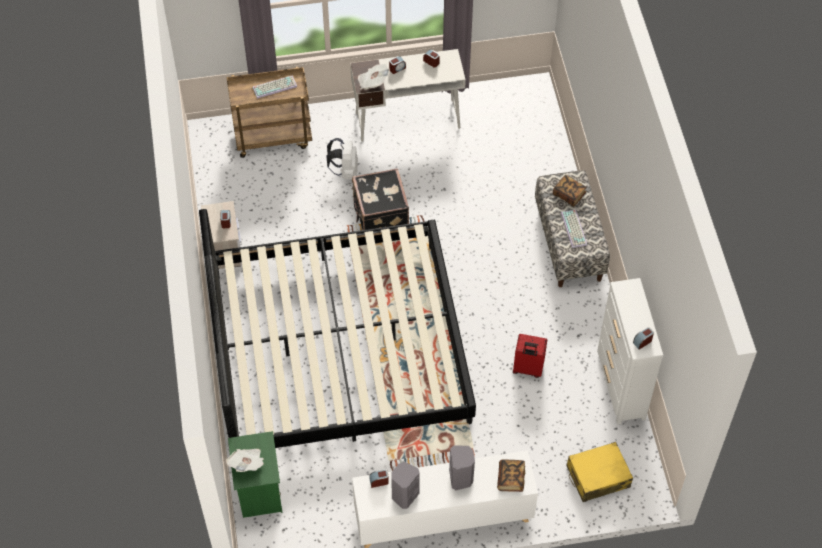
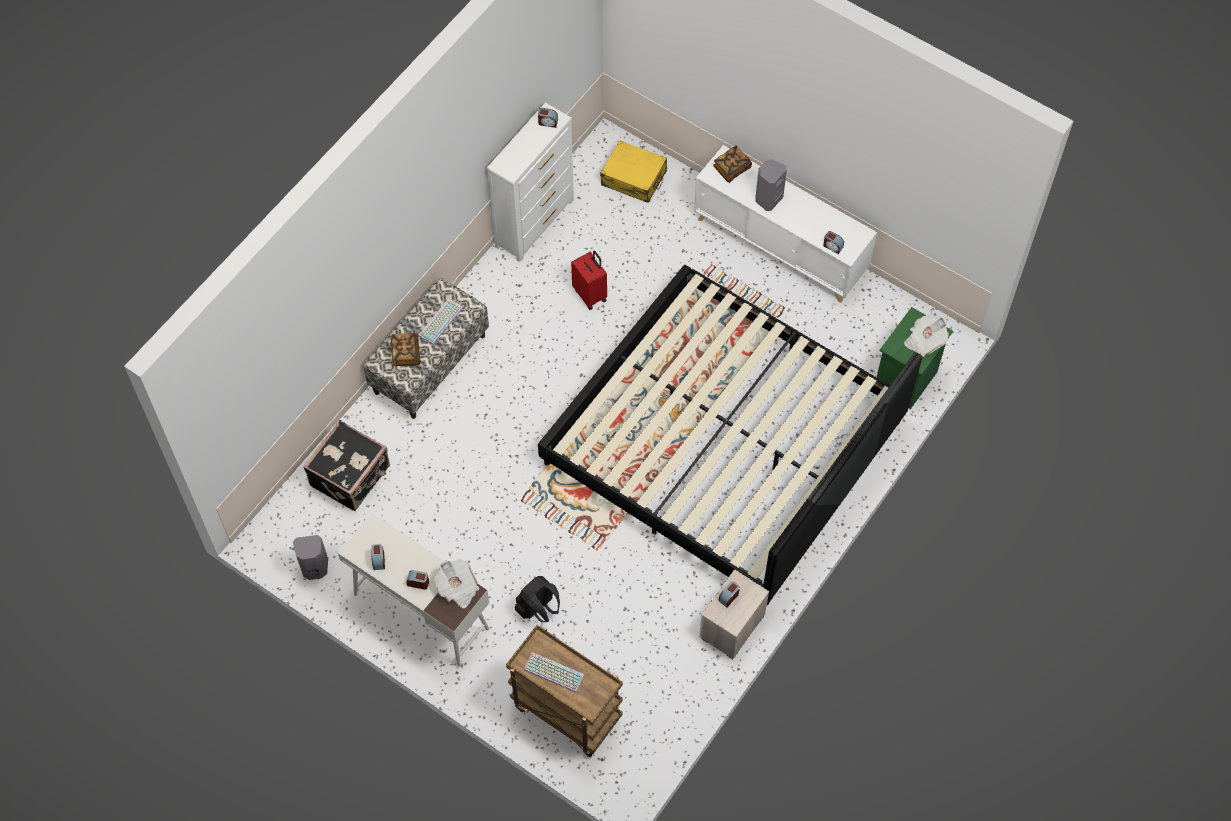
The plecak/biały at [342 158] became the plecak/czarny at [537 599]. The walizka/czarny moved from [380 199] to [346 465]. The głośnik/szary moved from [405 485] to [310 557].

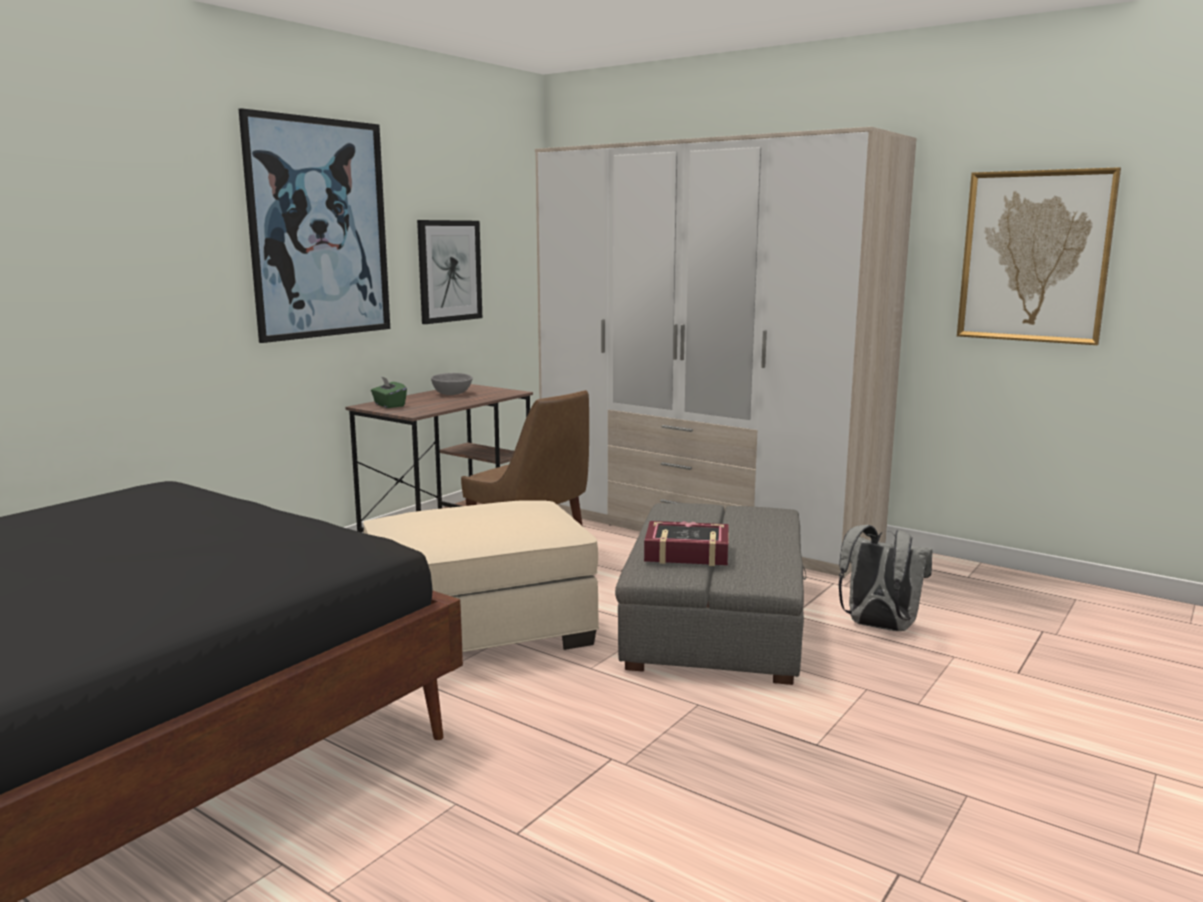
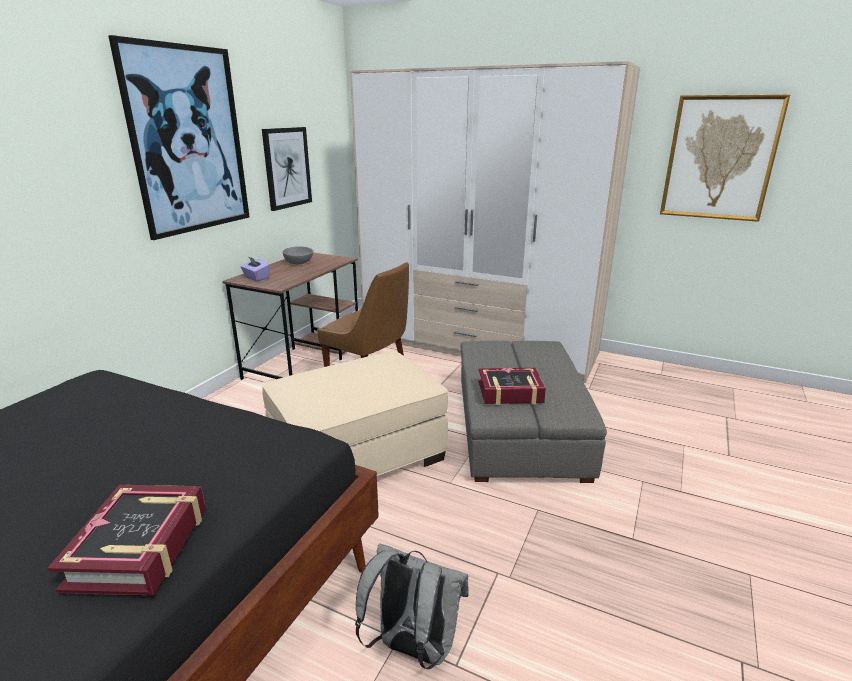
The pudełko chusteczek/zielony at [389 392] became the pudełko chusteczek/fioletowy at [255 268]. The plecak/szary moved from [886 578] to [412 606]. The książka at [126 540] appeared.

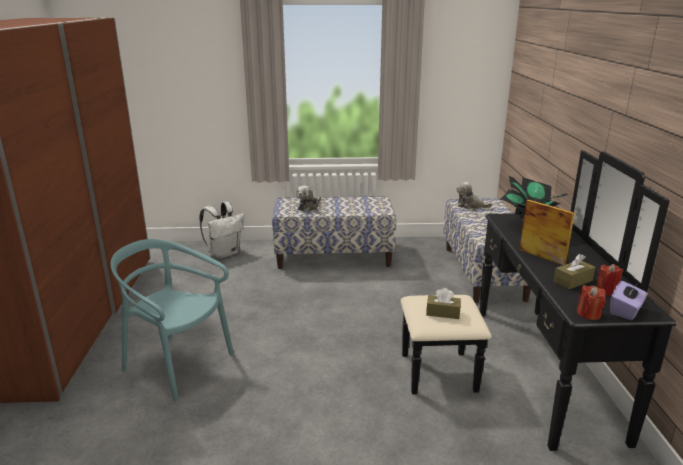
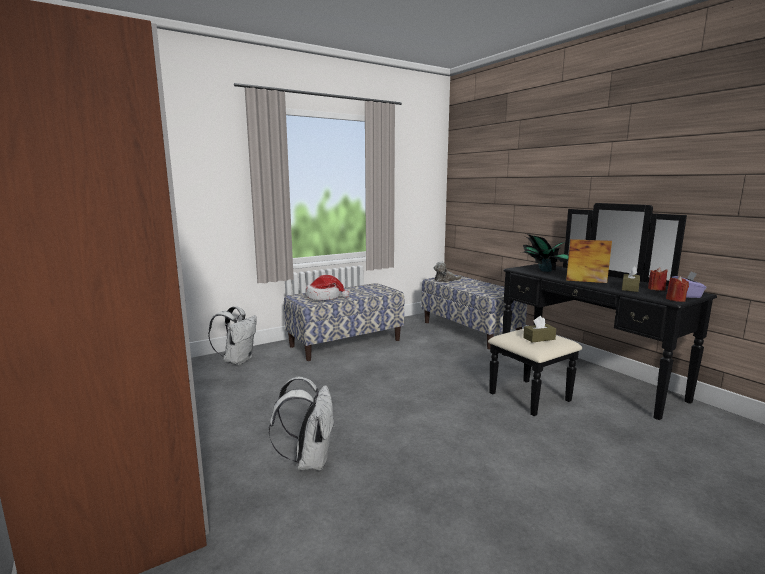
The krzesło/turkusowy at [172 320] was replaced by the plecak/biały at [302 424]. The pluszak at [308 199] was replaced by the kapelusz at [327 287].

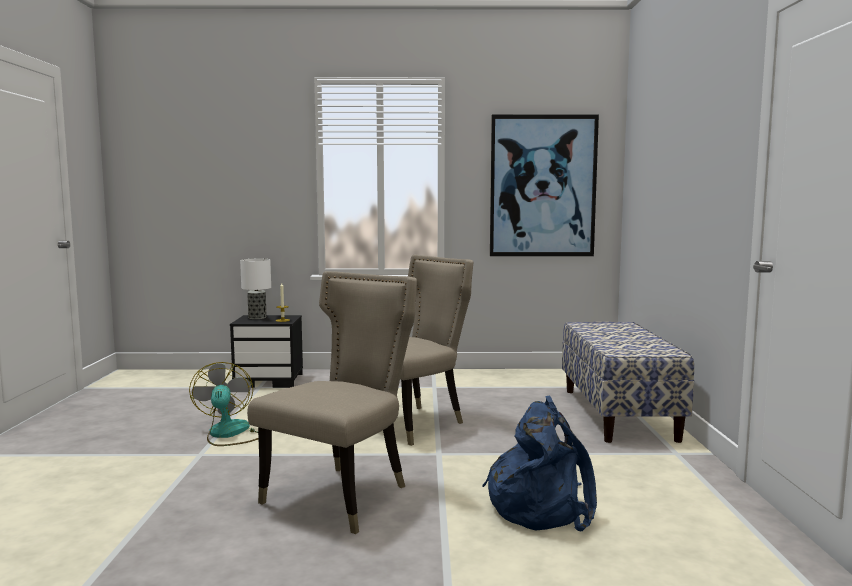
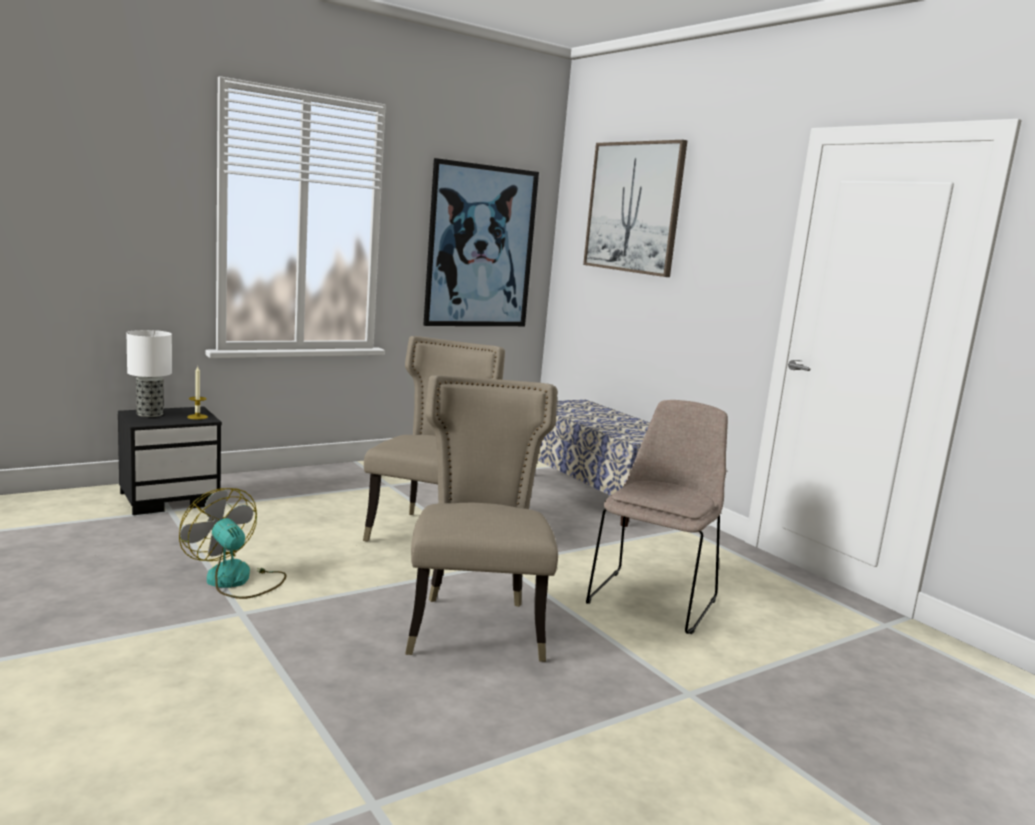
The plecak/niebieski at [539 463] was replaced by the krzesło/beżowy at [657 517]. The obraz at [635 208] appeared.

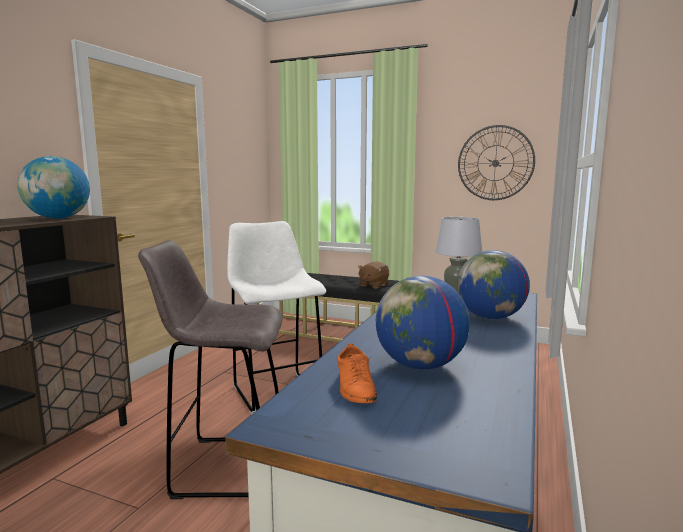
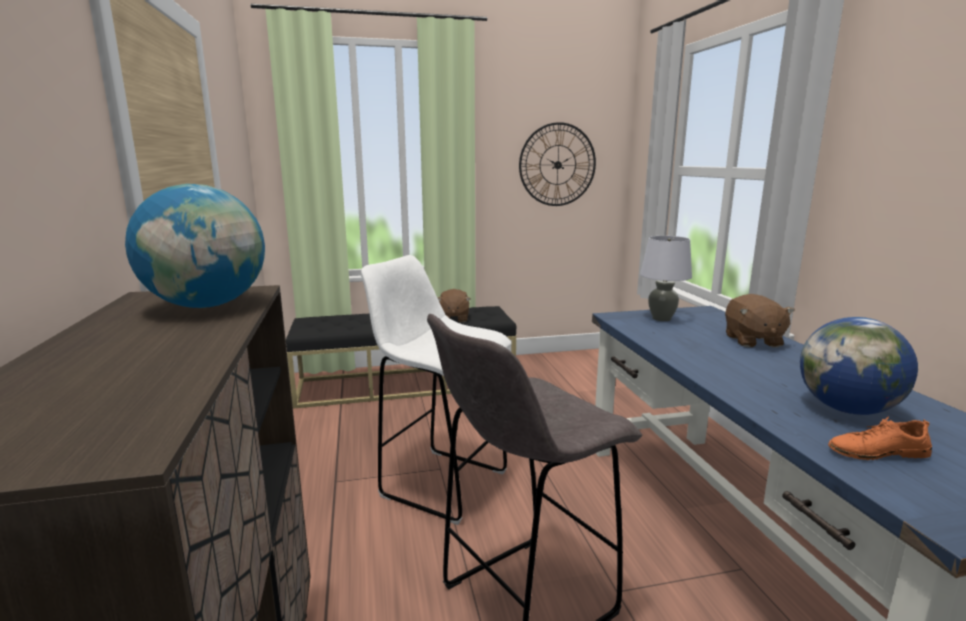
The but/pomarańczowy at [357 373] turned 135 degrees clockwise. The globus at [493 284] was replaced by the pluszak/brązowy at [760 320].

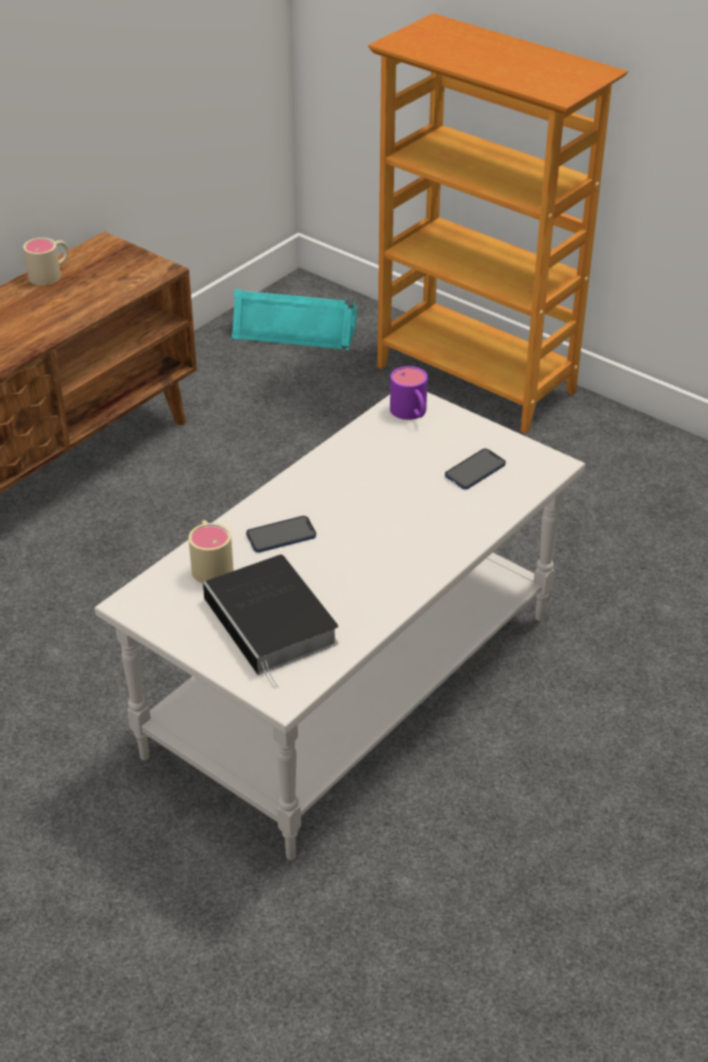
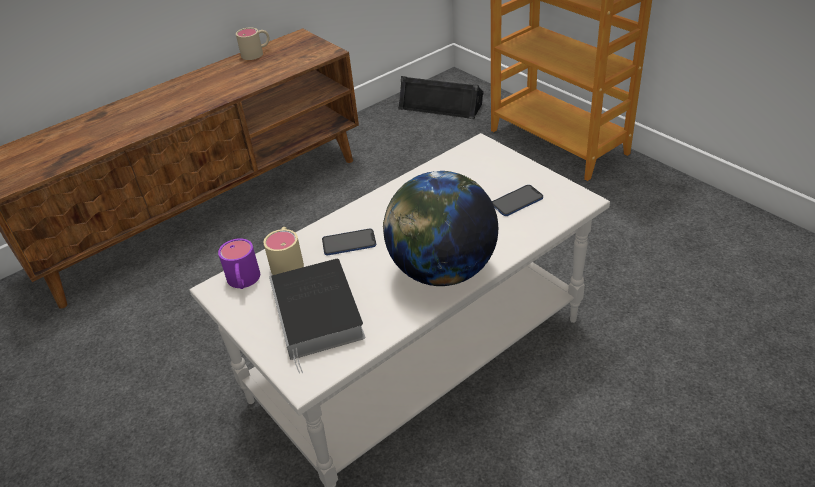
The głośnik/turkusowy at [294 319] became the głośnik/czarny at [441 97]. The kubek/fioletowy moved from [409 393] to [239 263]. The globus at [440 228] appeared.

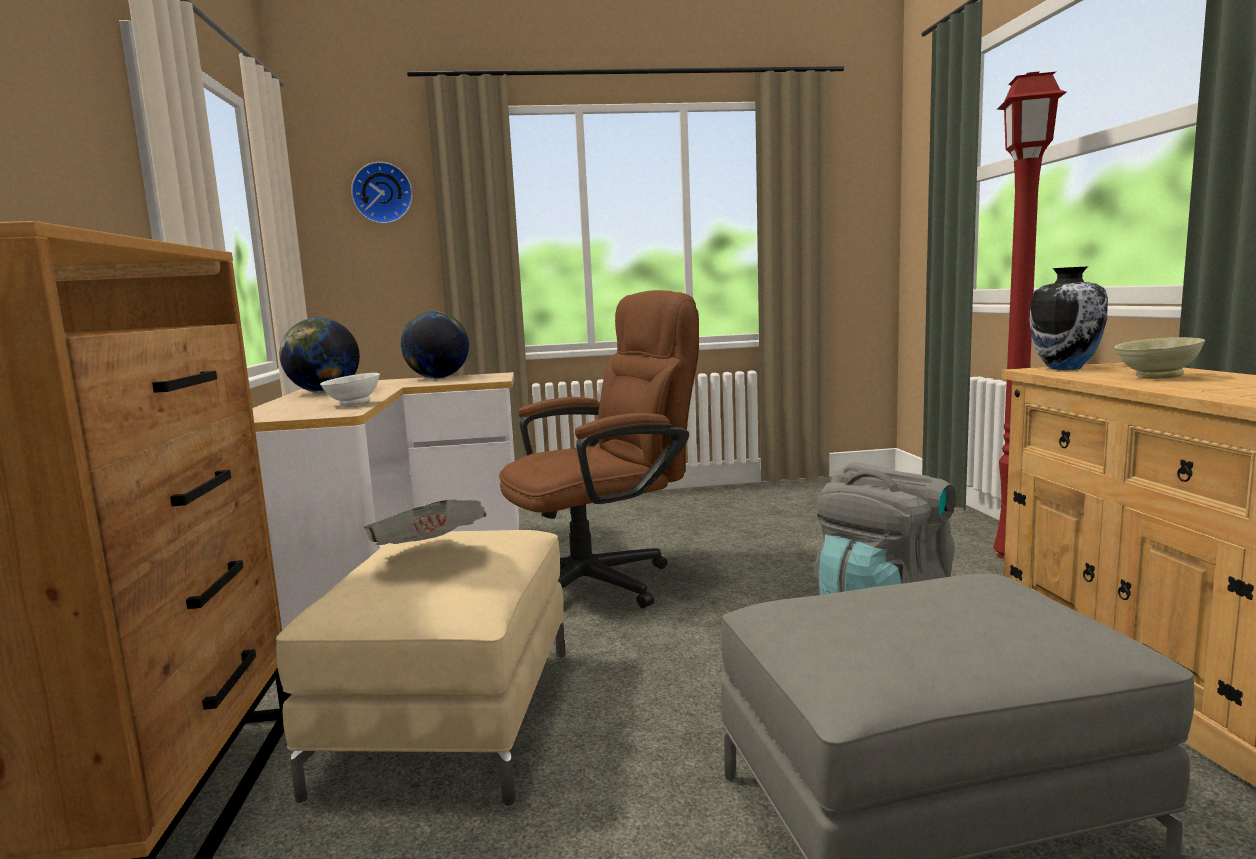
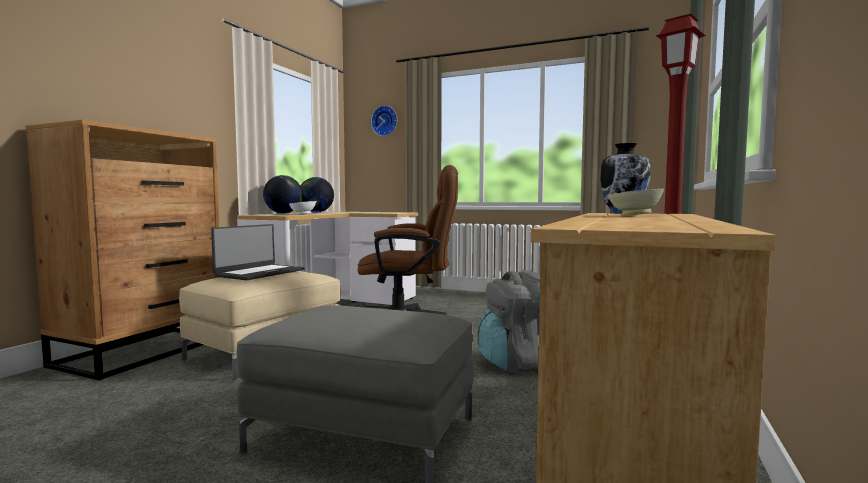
The gazeta at [425 522] was replaced by the laptop at [258 252]. The globus moved from [435 345] to [283 194].

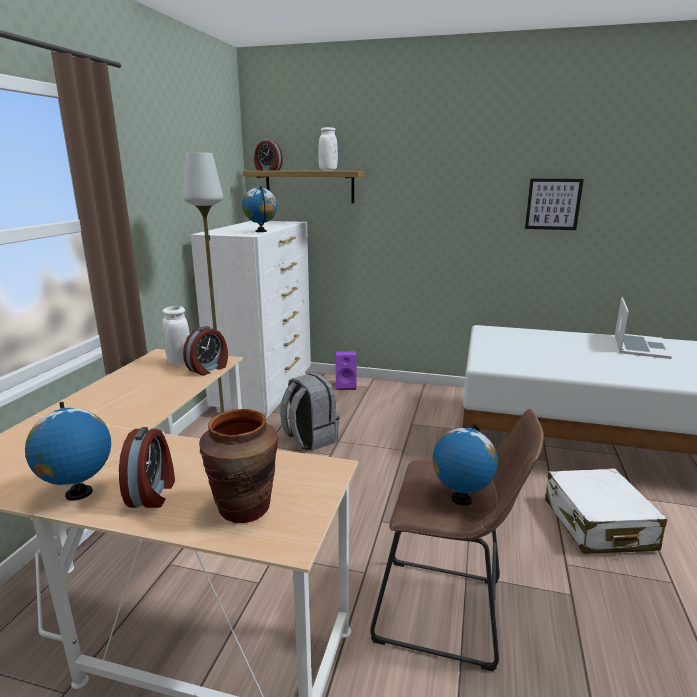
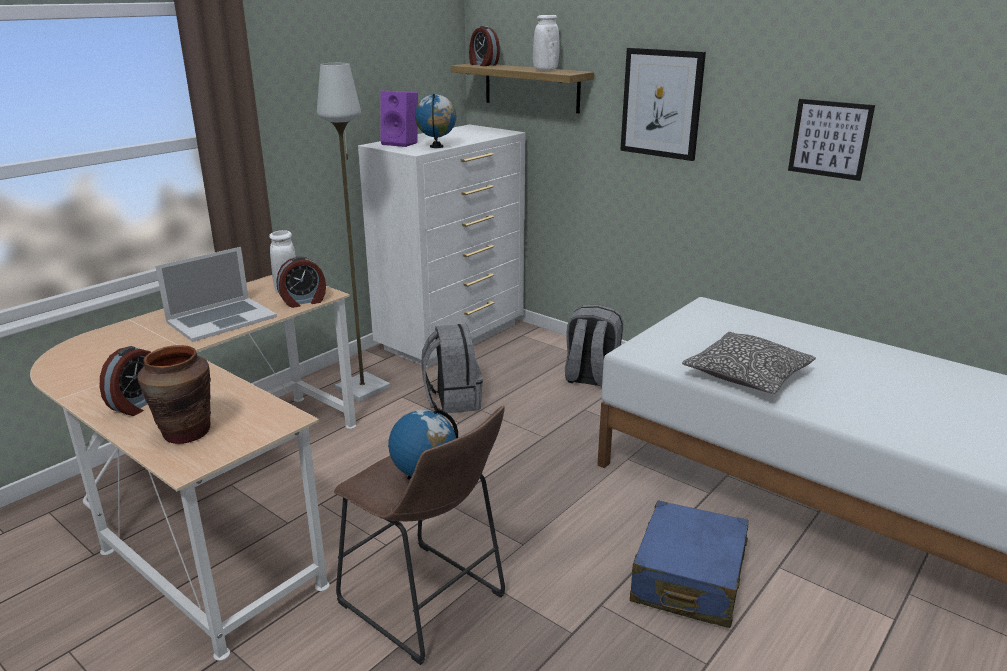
The globus at [68 451] disappeared. The głośnik/fioletowy moved from [346 370] to [399 119]. The walizka/biały at [606 511] became the walizka/niebieski at [689 564]. The laptop moved from [643 328] to [216 294]. The plecak/szary at [594 346] appeared. The obraz at [663 104] appeared. The poduszka at [749 363] appeared.

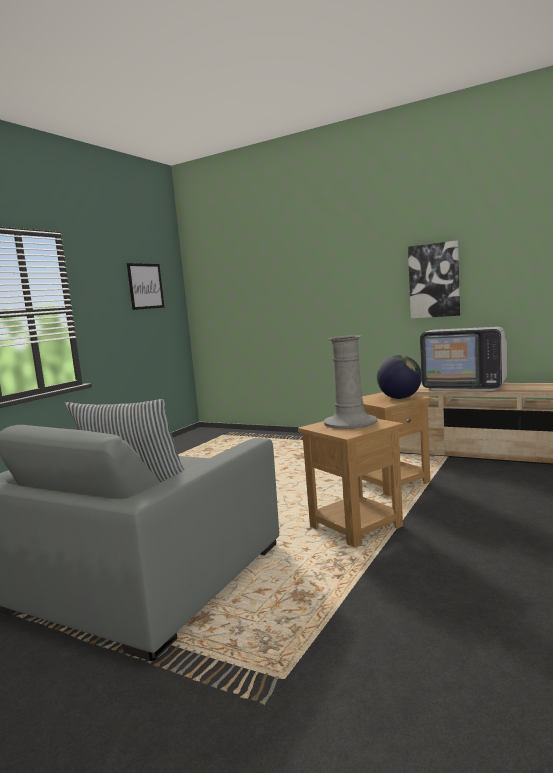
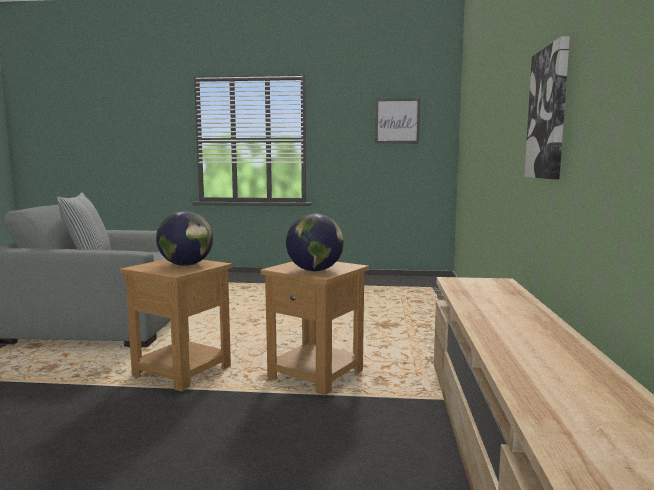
The wazon/szary at [350 382] was replaced by the globus at [184 238]. The telewizor at [463 359] disappeared.

